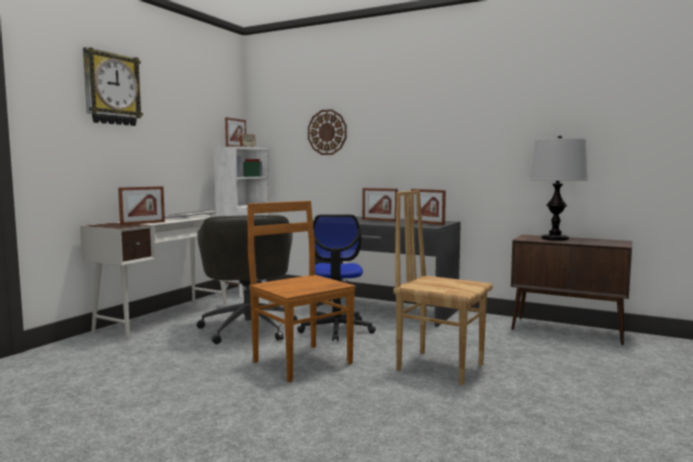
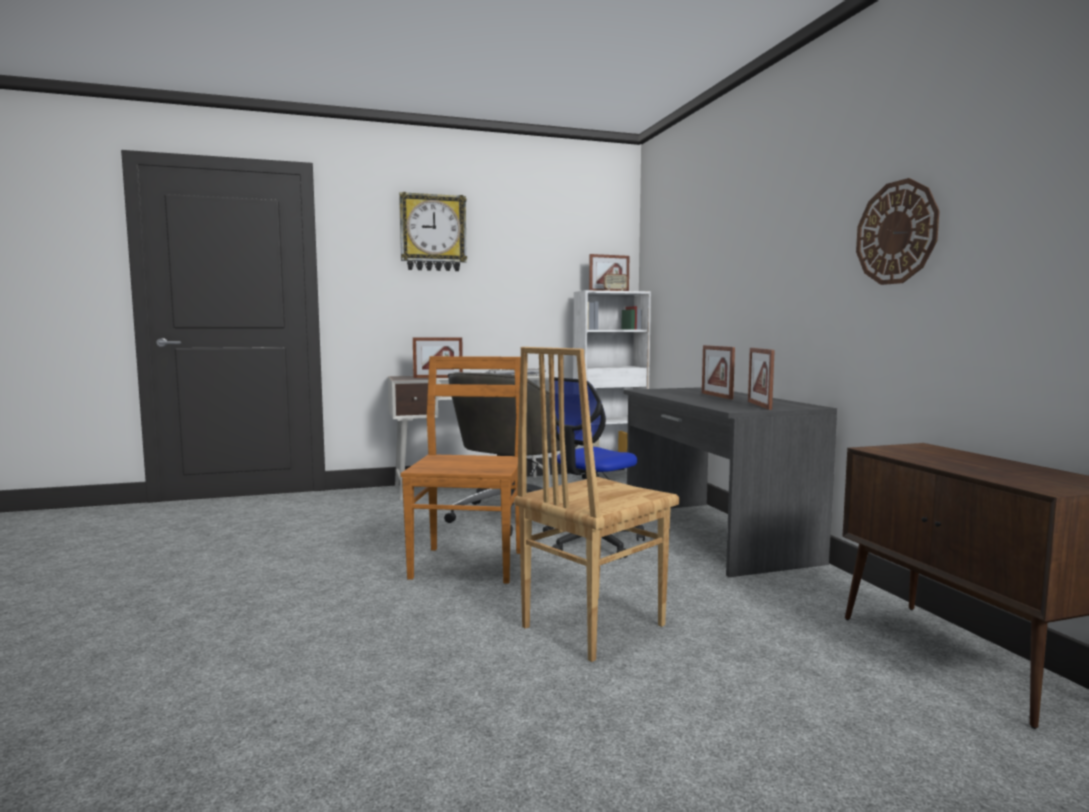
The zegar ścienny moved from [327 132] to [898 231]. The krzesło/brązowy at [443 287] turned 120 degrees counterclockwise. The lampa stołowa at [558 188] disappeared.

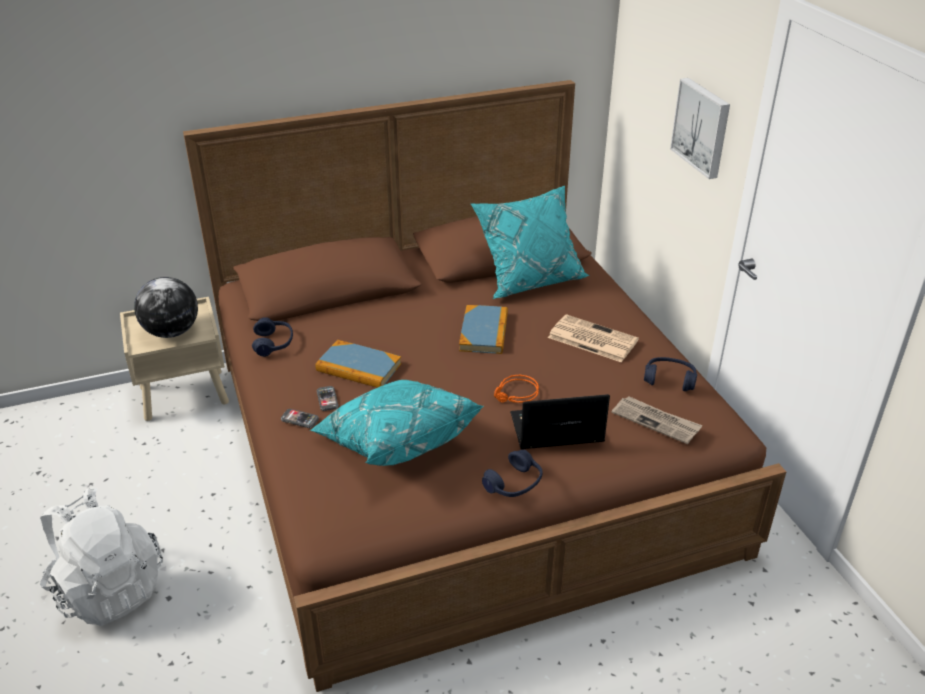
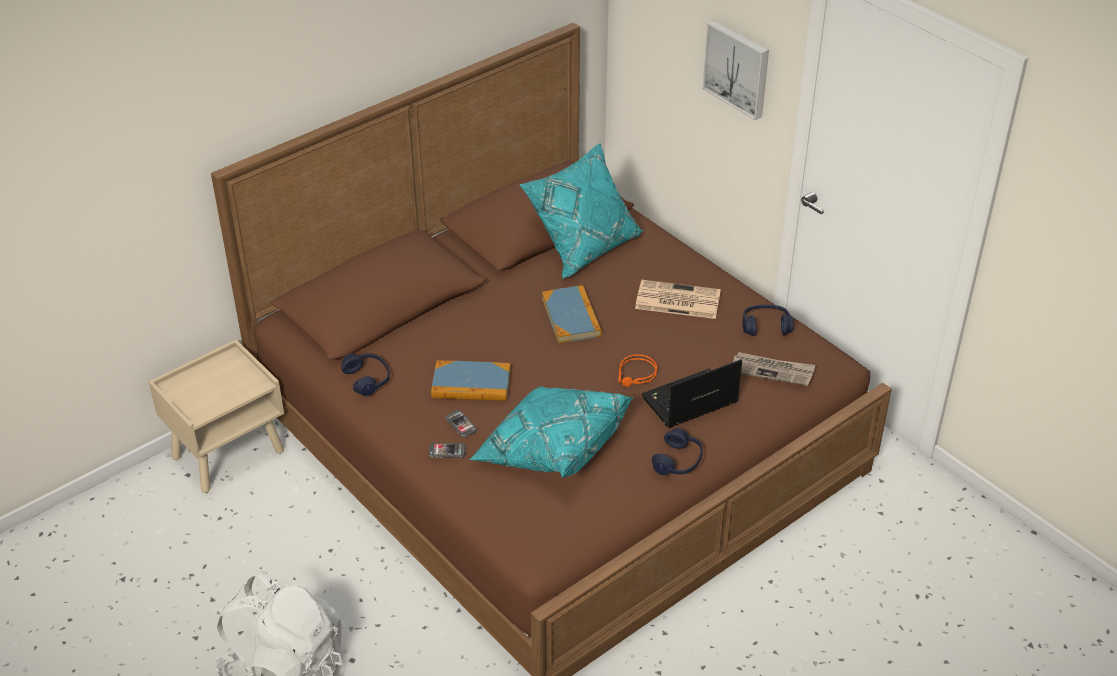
The globus at [166 307] disappeared.

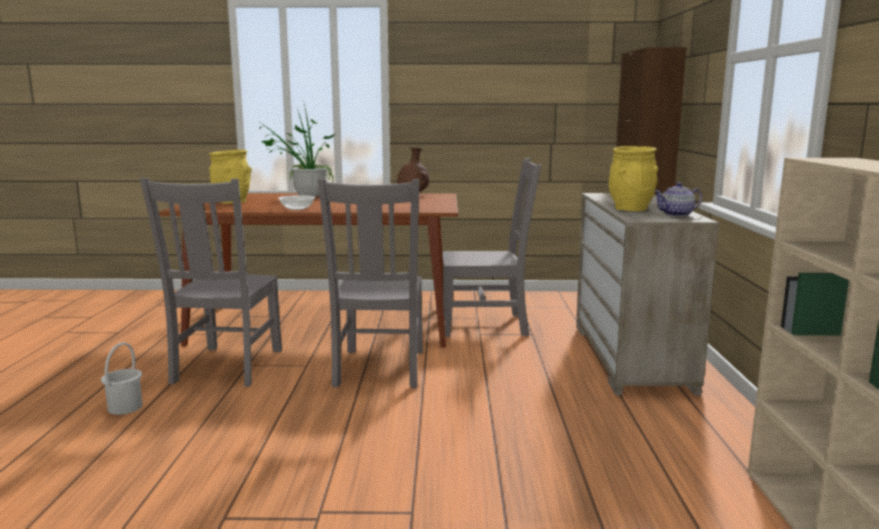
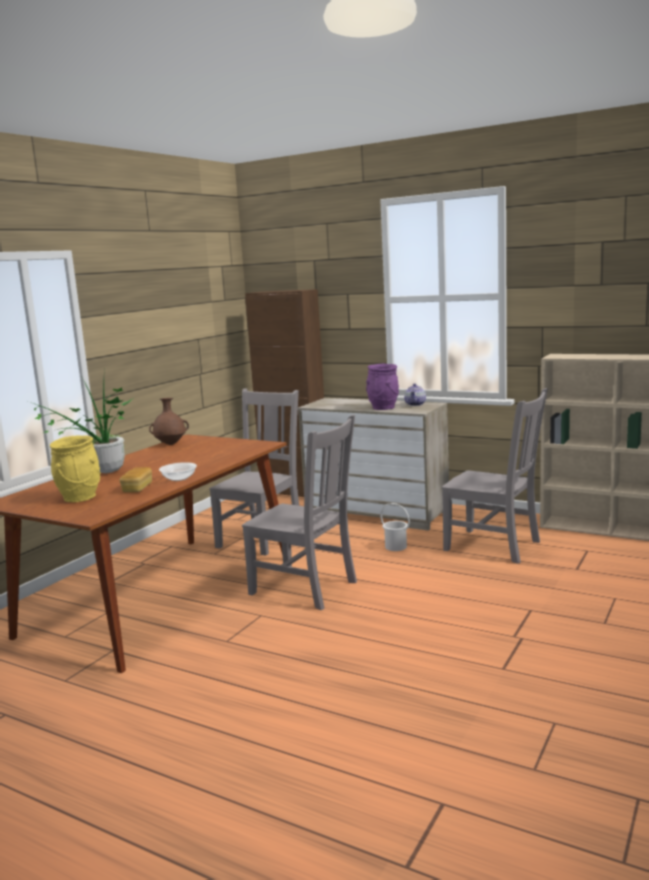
The wiadro/biały moved from [122 378] to [395 527]. The krzesło/szary moved from [211 282] to [494 476]. The wazon/żółty at [633 178] became the wazon/fioletowy at [382 387]. The chleb at [135 480] appeared.

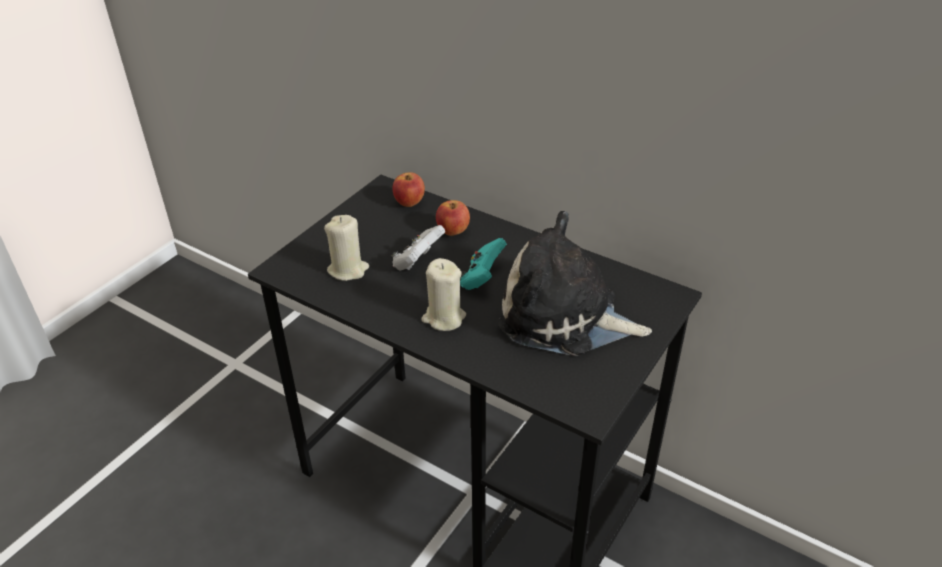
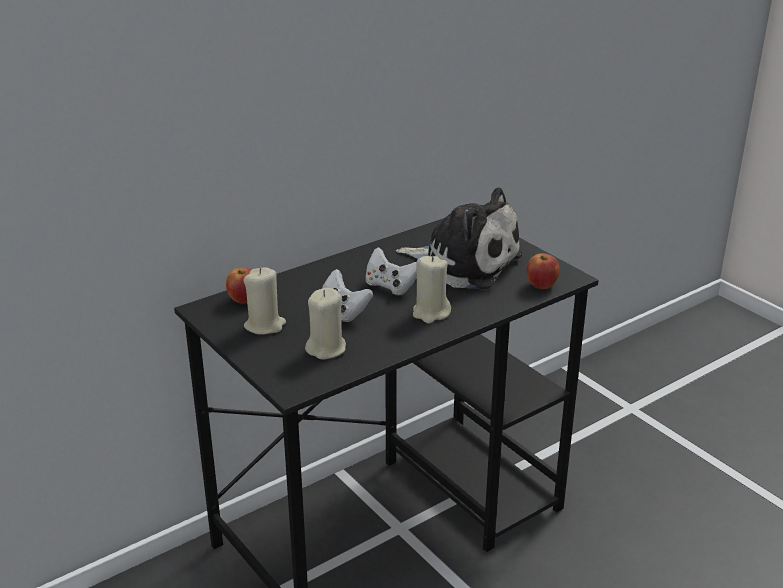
The jabłko moved from [453 218] to [543 271]. The pad do gier/turkusowy at [483 264] became the pad do gier/biały at [391 271]. The pluszak at [575 283] turned 105 degrees counterclockwise. The świeca/beżowy at [265 301] appeared.

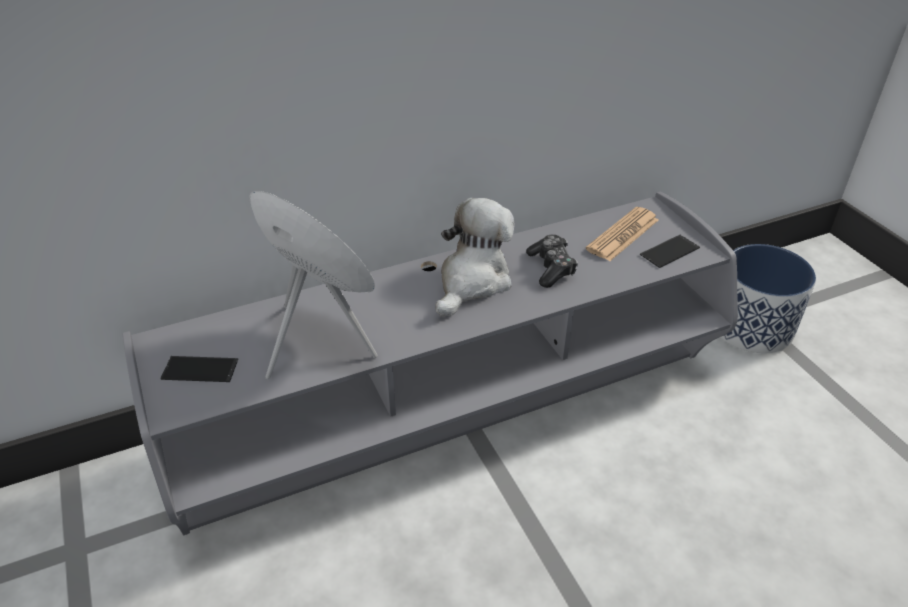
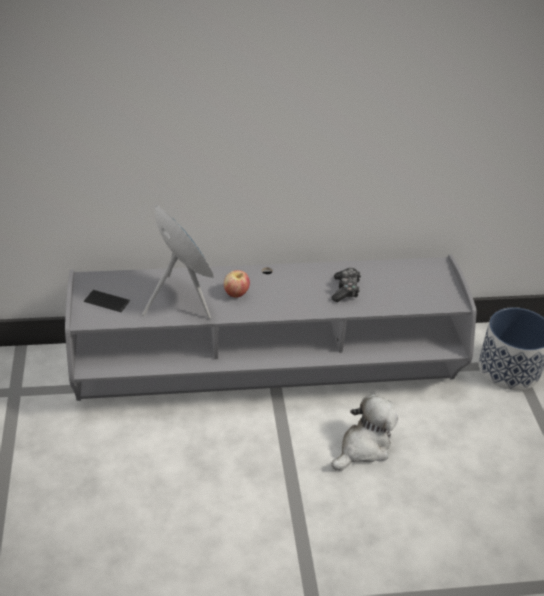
The pluszak moved from [475 257] to [364 432]. The gazeta at [622 234] disappeared. The telefon at [670 251] disappeared. The jabłko at [237 283] appeared.

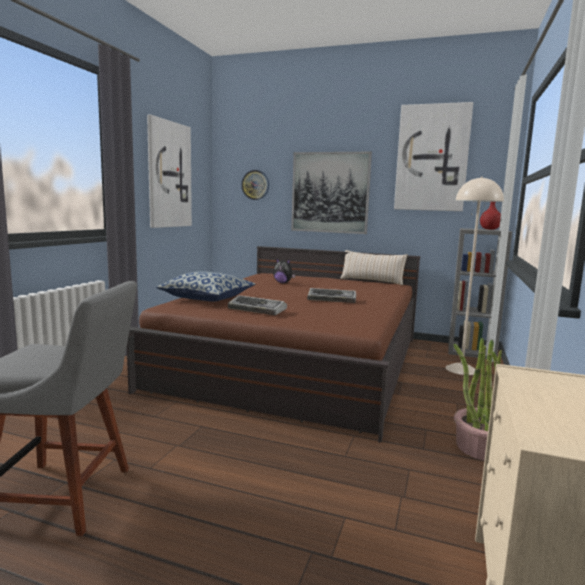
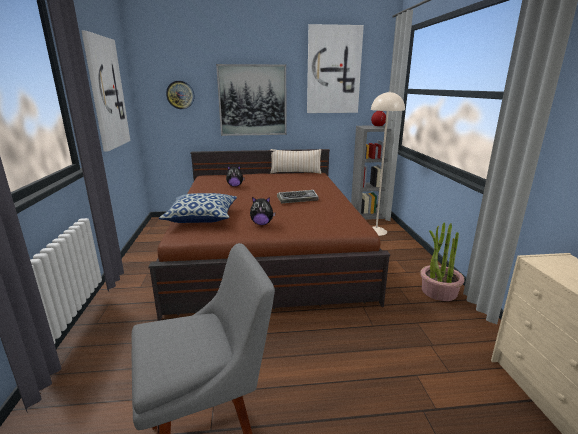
The klawiatura at [257 305] was replaced by the pluszak at [263 211].

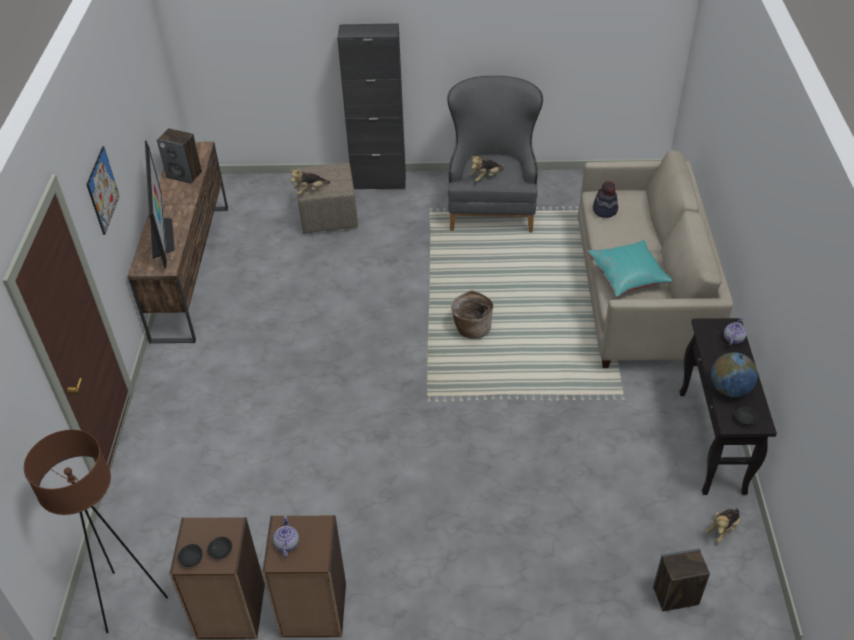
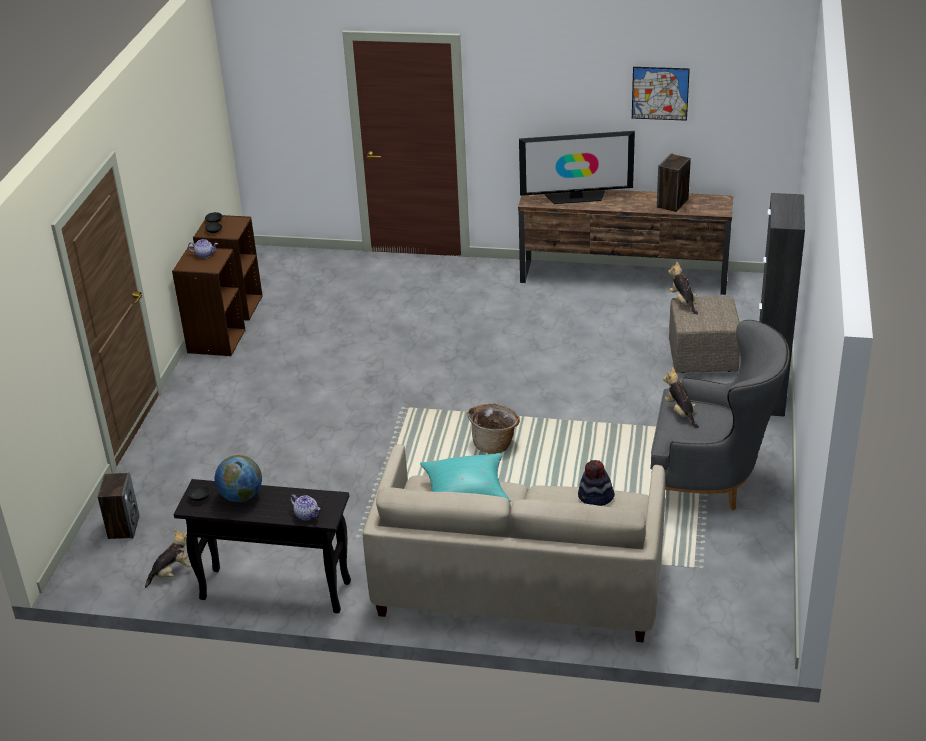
The lampa stojąca/brązowy at [96 531] disappeared. The obraz moved from [102 190] to [661 94]. The pluszak at [723 525] turned 90 degrees clockwise.

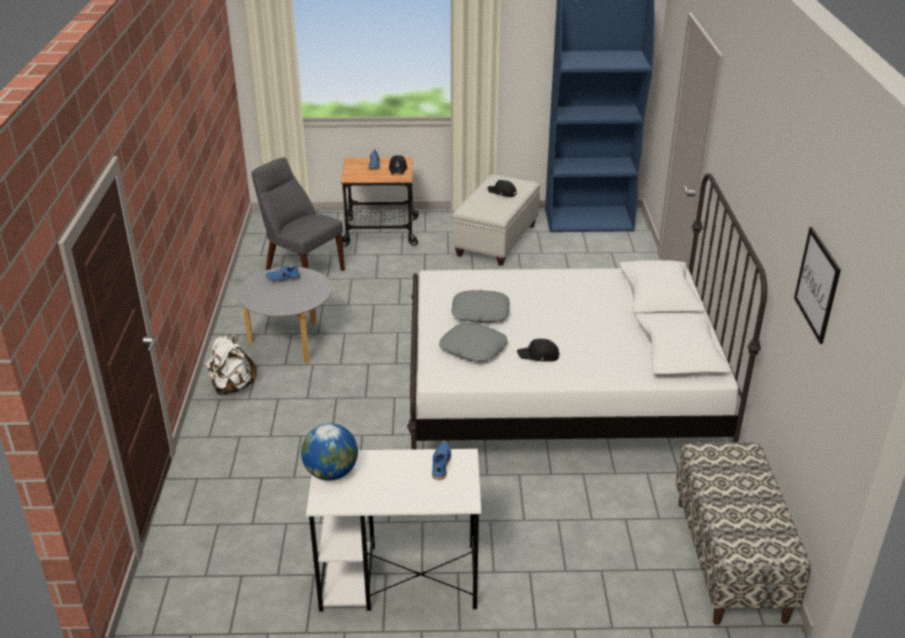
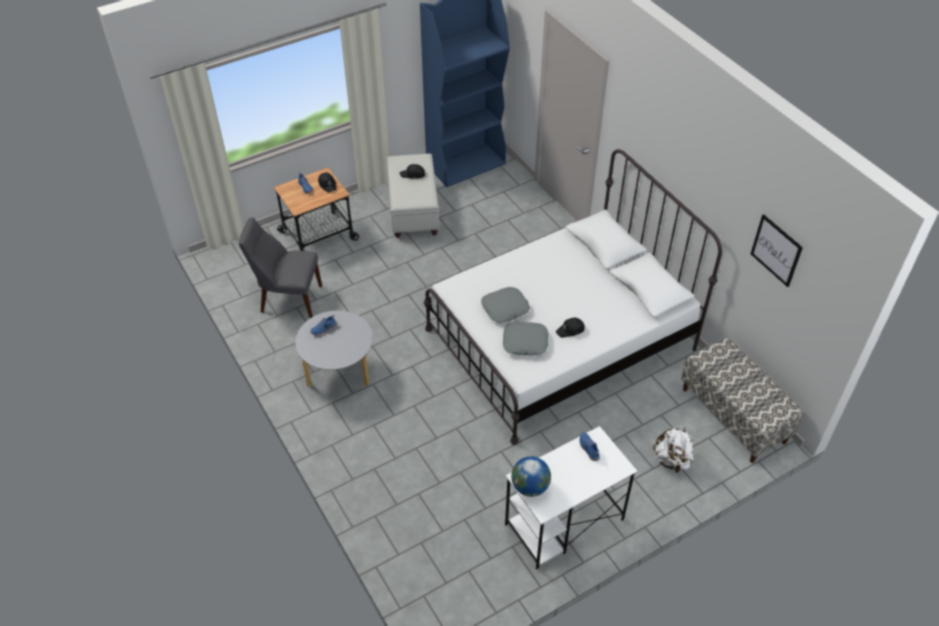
The plecak/biały moved from [231 364] to [673 449].

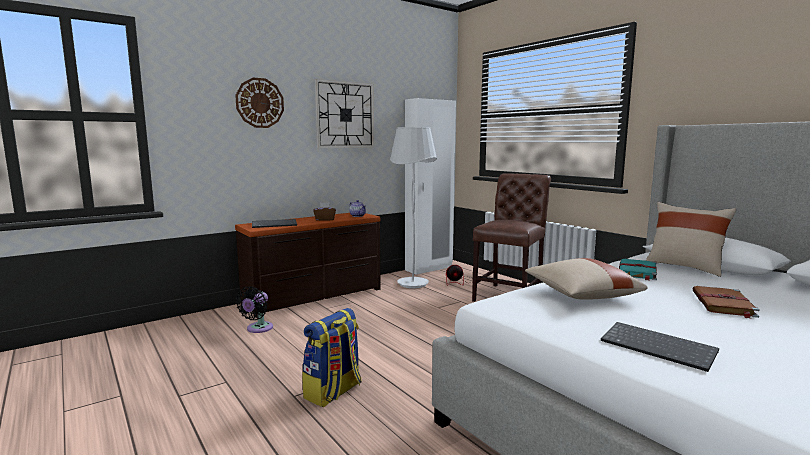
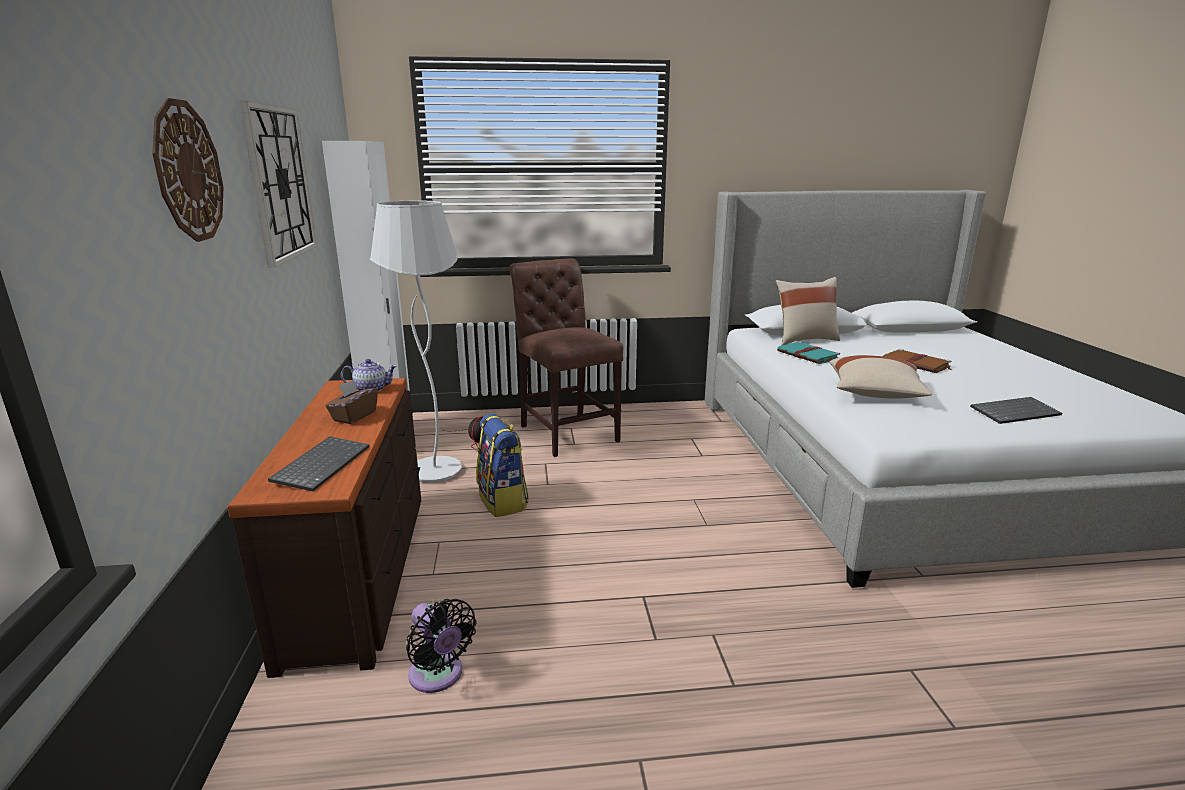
The plecak moved from [331 357] to [502 465].

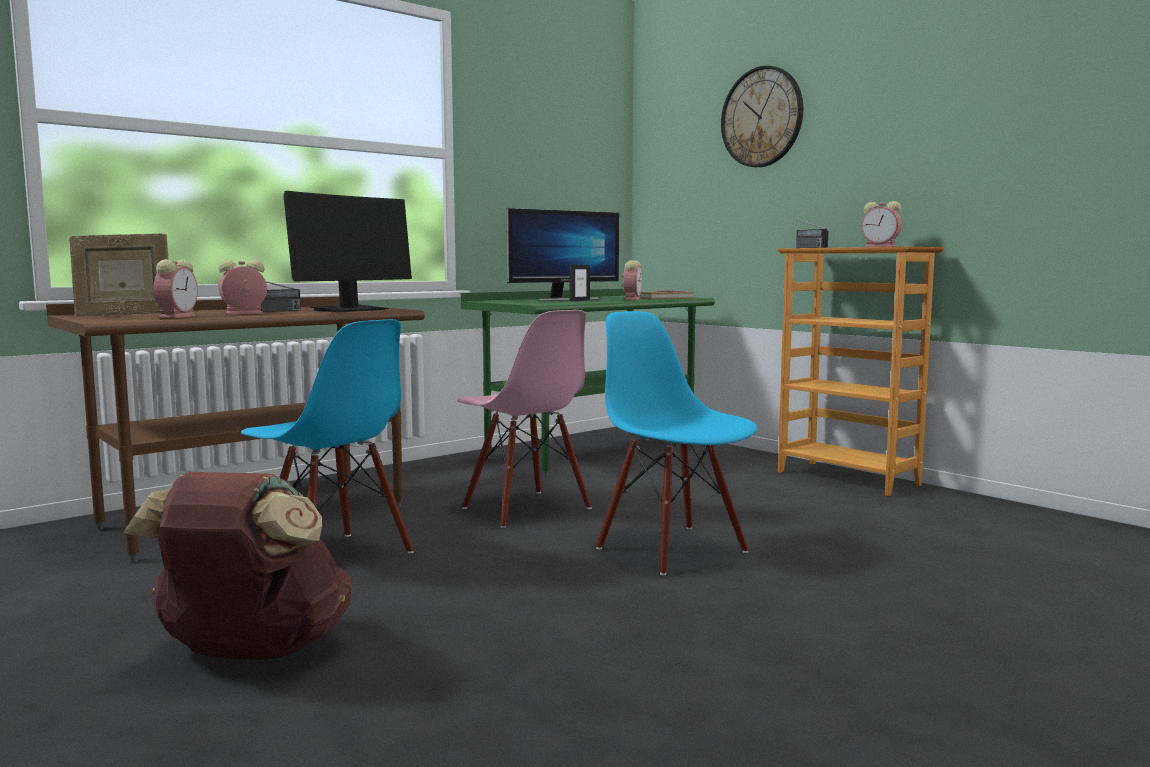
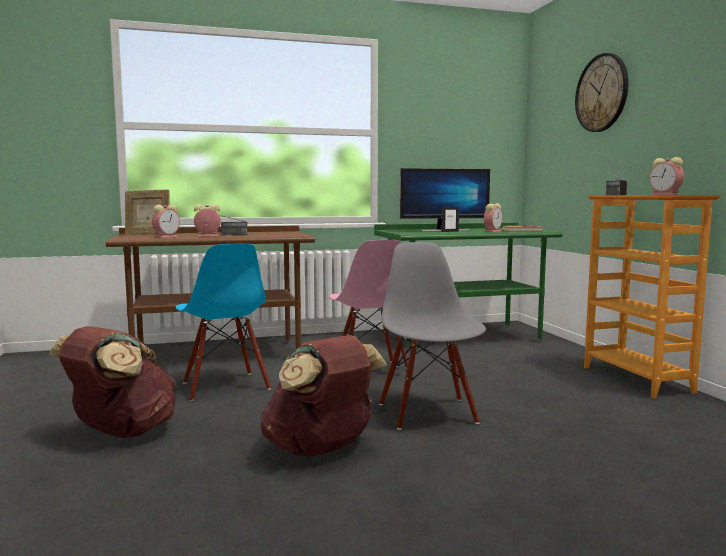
The monitor at [348 251] disappeared. The krzesło/niebieski at [677 443] became the krzesło/szary at [432 336]. The plecak/brązowy at [323 396] appeared.

